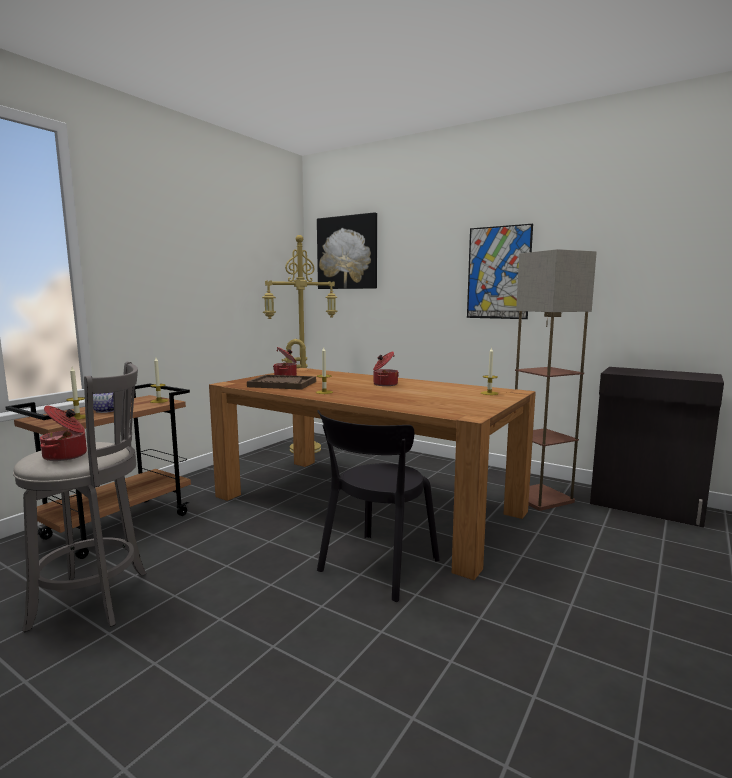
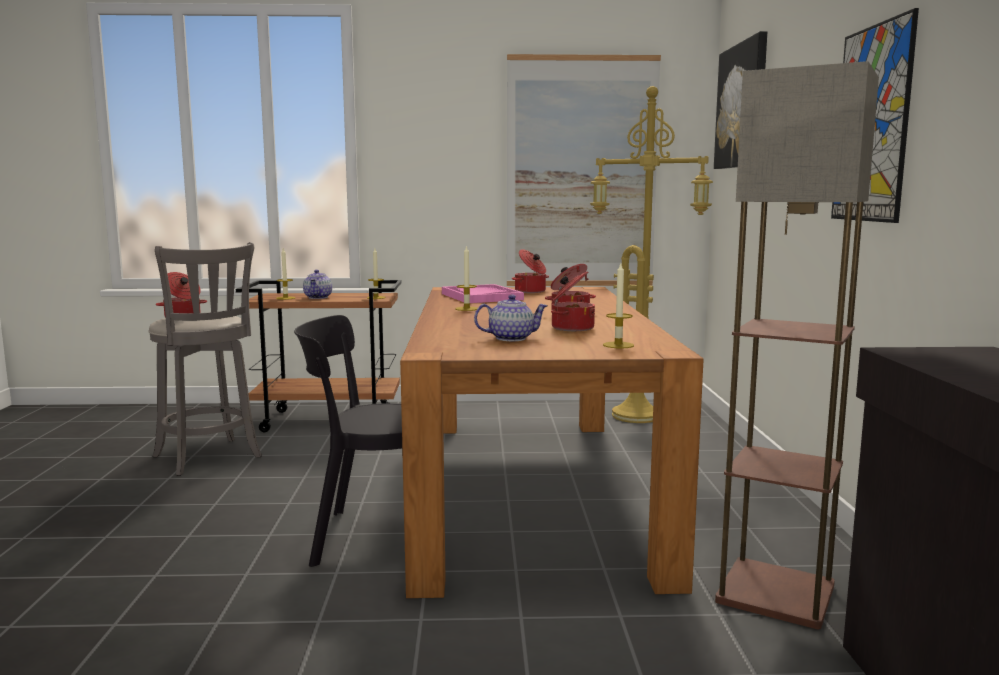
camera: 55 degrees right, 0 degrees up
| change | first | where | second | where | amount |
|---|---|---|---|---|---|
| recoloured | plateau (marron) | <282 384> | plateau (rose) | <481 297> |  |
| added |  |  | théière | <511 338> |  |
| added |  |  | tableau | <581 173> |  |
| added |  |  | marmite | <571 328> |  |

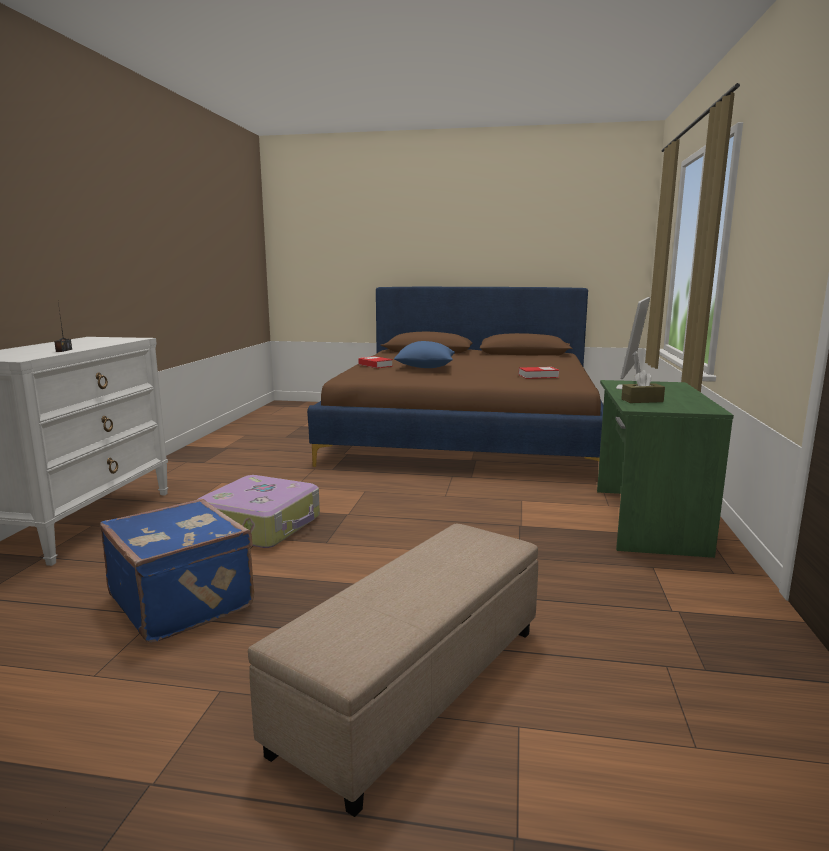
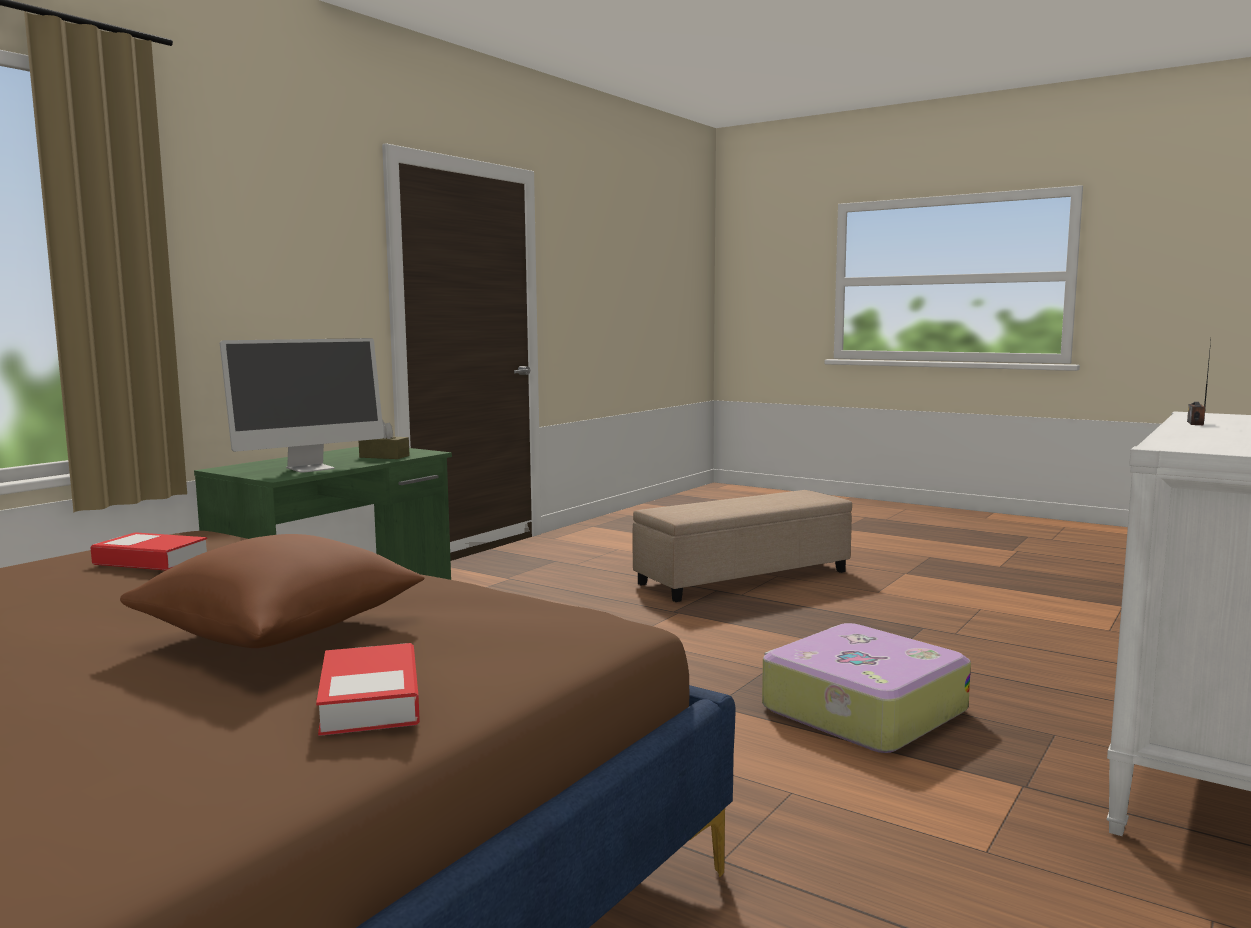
camera: 155 degrees left, 5 degrees down
| change | first | where | second | where | amount |
|---|---|---|---|---|---|
| recoloured | coussin (bleu) | <425 367> | coussin (marron) | <280 632> |  |
| removed | valise (bleu) | <183 600> |  |  |  |

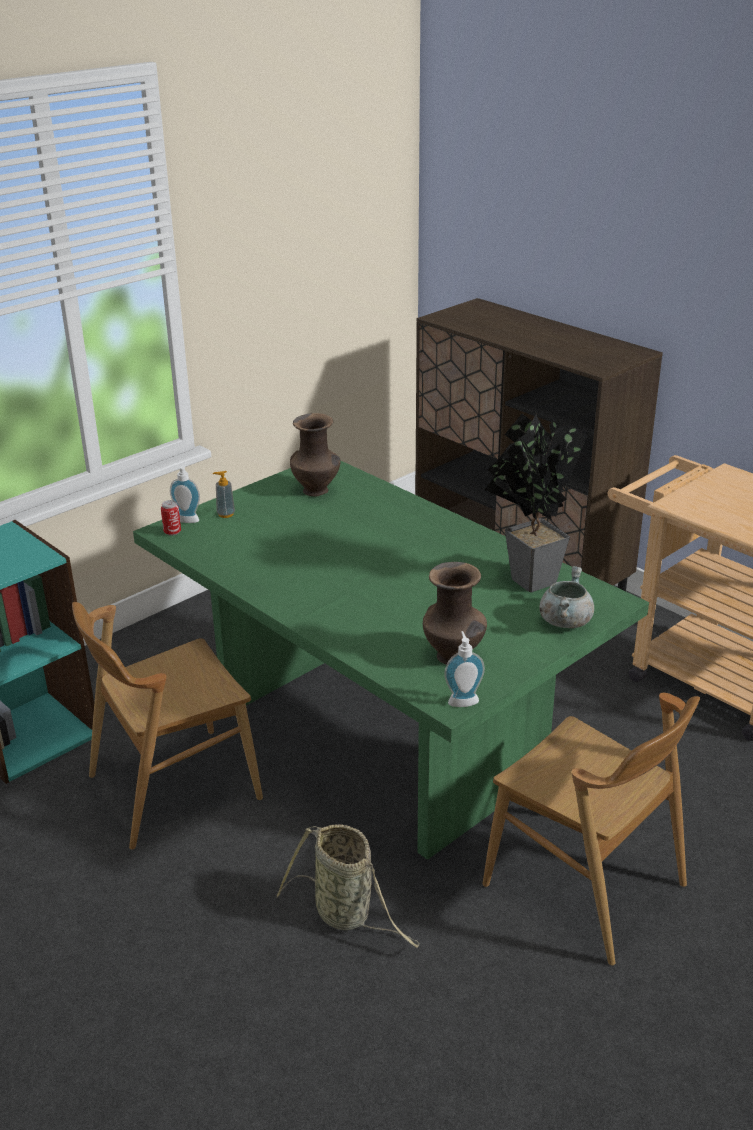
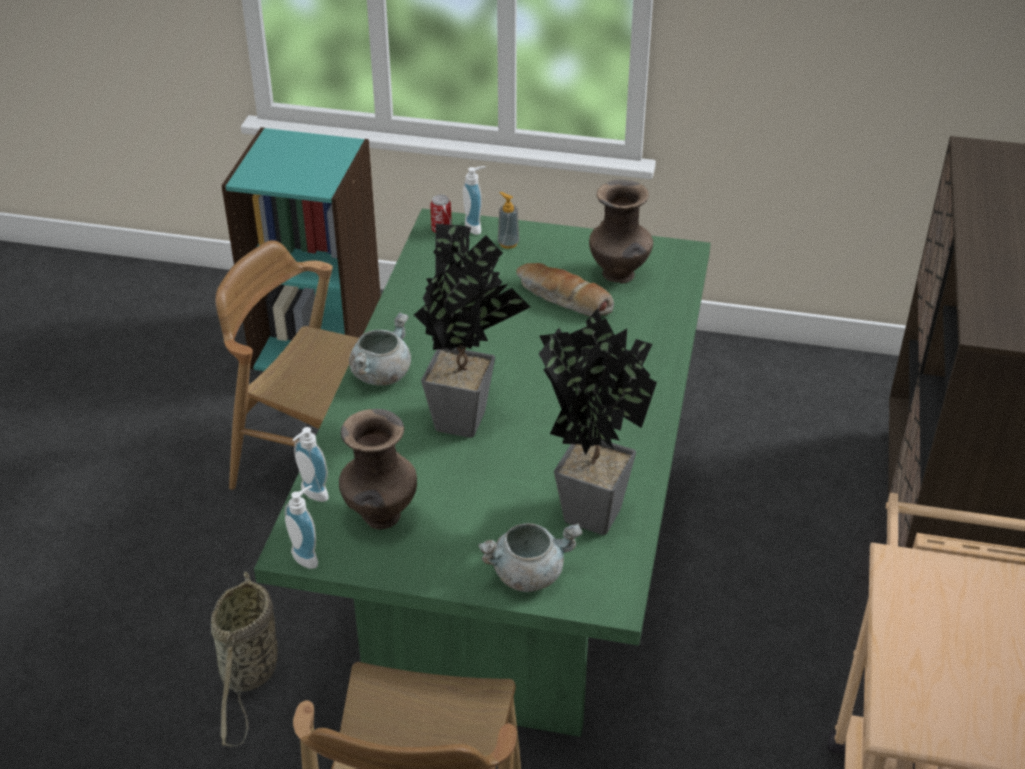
camera: 55 degrees right, 10 degrees up
| change | first | where | second | where | amount |
|---|---|---|---|---|---|
| added |  |  | distributeur de savon | <311 495> |  |
| added |  |  | marmite (gris) | <381 374> |  |
| added |  |  | plante en pot | <467 415> |  |
| added |  |  | pain | <563 299> |  |

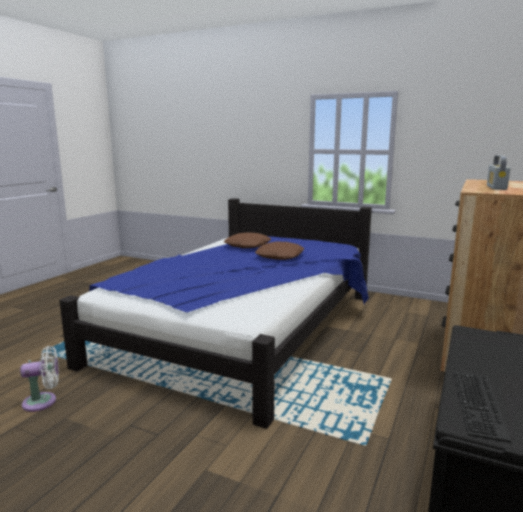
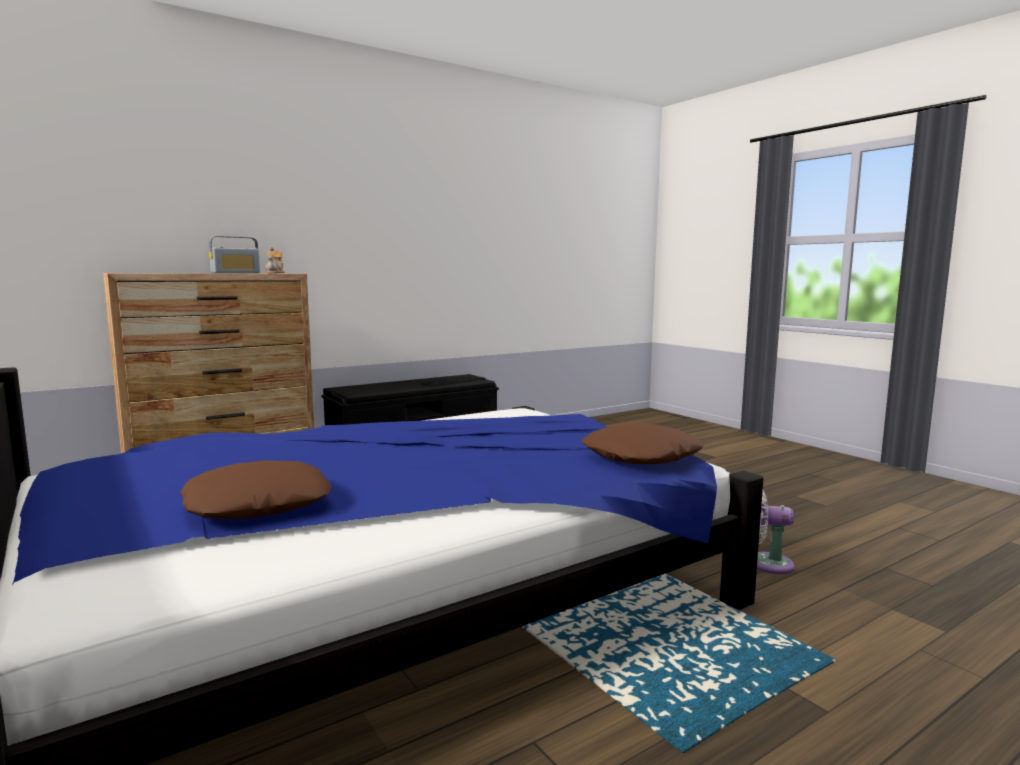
camera: 150 degrees left, 5 degrees down
| change | first | where | second | where | amount |
|---|---|---|---|---|---|
| added |  |  | théière | <275 273> |  |
| moved | coussin (marron) | <280 256> |  | <640 456> |  |

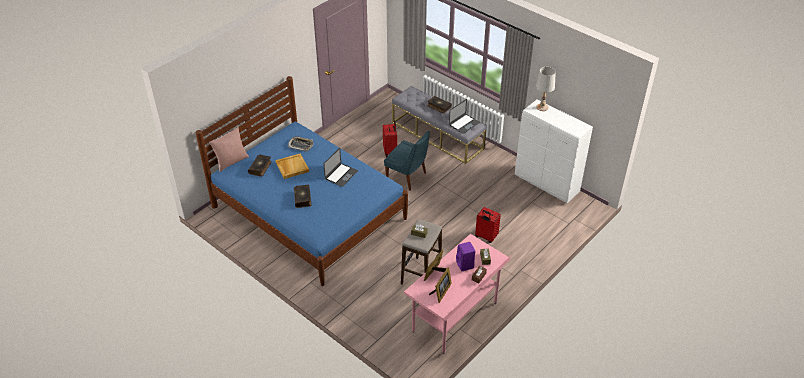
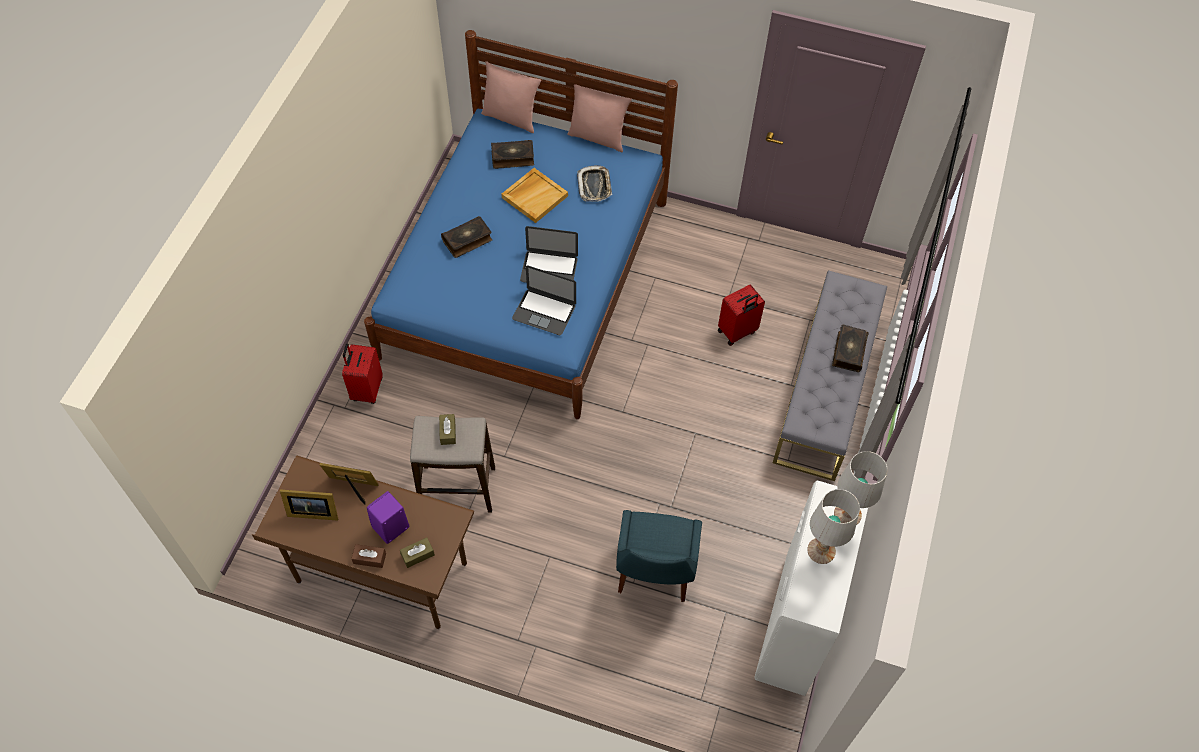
camera: 65 degrees right, 15 degrees up
| change | first | where | second | where | amount |
|---|---|---|---|---|---|
| recoloured | bureau (rose) | <455 317> | bureau (marron) | <382 574> |  |
| moved | valise (rouge) | <486 237> |  | <366 390> |  |
| moved | ordinateur portable | <464 124> |  | <544 312> |  |
| added |  |  | coussin (rose) | <598 137> |  |
| moved | chaise (bleu) | <407 177> |  | <654 573> |  |
| added |  |  | lampe de table (blanc) | <820 550> |  |

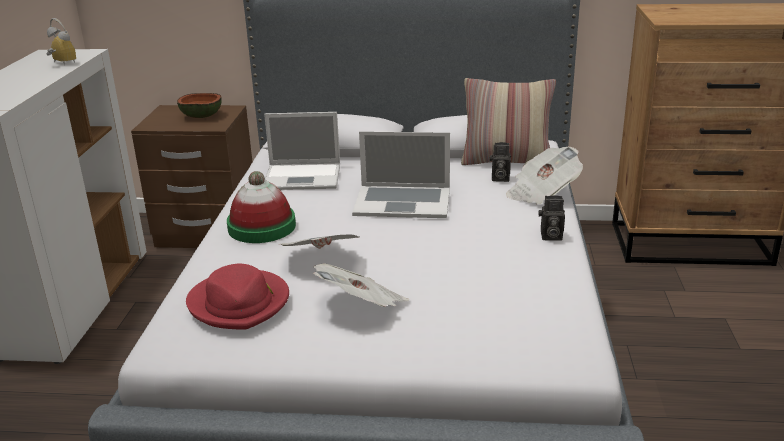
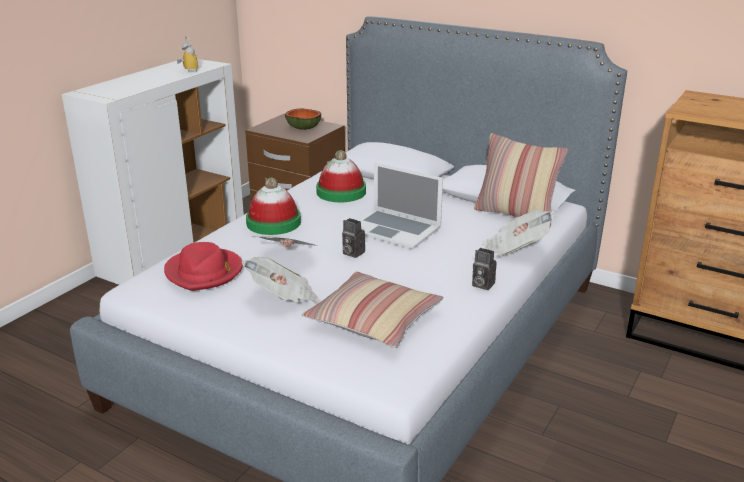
camera: 25 degrees right, 0 degrees up
| change | first | where | second | where | amount |
|---|---|---|---|---|---|
| added |  |  | coussin | <374 320> |  |
| replaced | ordinateur portable | <304 177> | chapeau | <341 192> |  |
| moved | appareil photo | <499 178> |  | <352 253> |  |

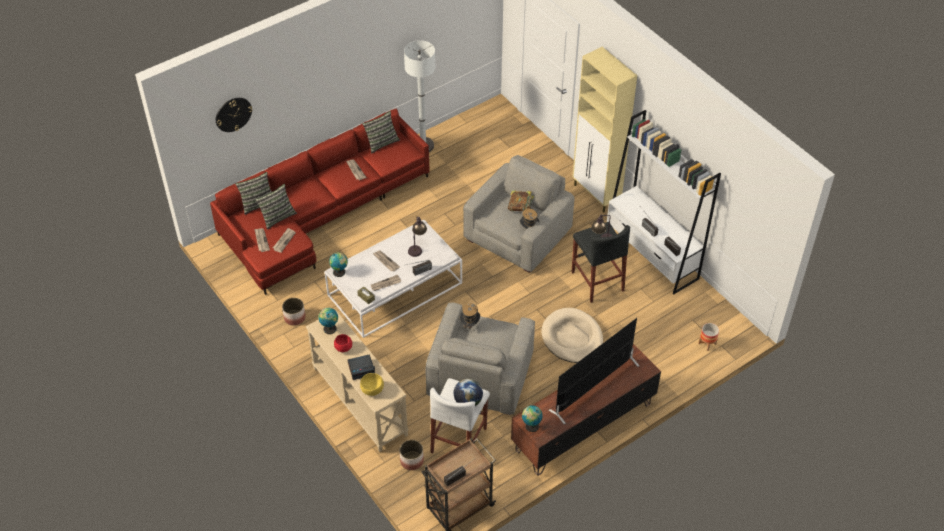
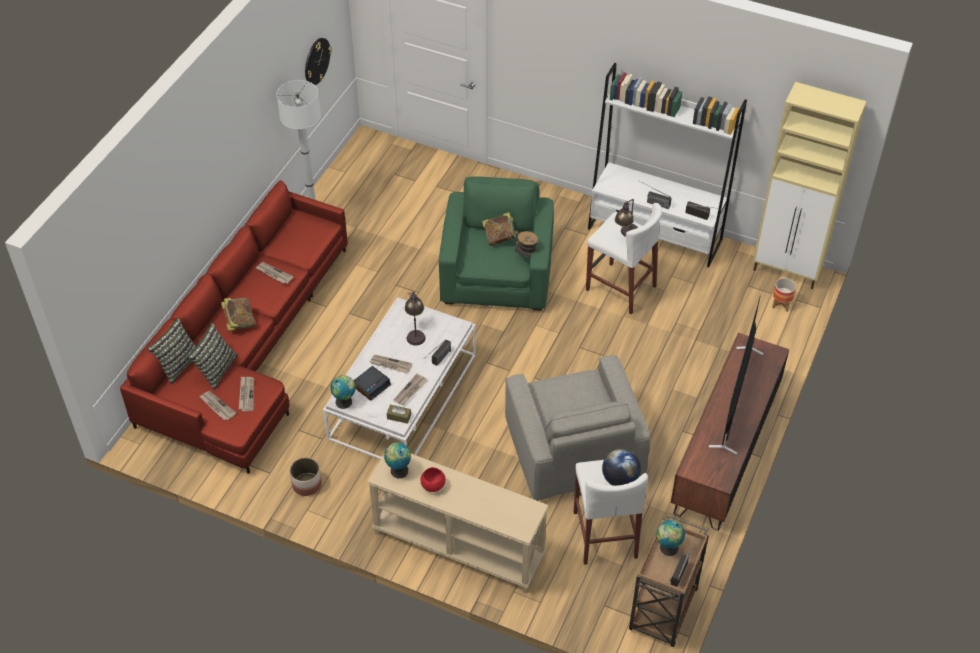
camera: 30 degrees left, 0 degrees up
| change | first | where | second | where | amount |
|---|---|---|---|---|---|
| added |  |  | livre | <239 322> |  |
| moved | horloge murale | <233 114> |  | <316 61> |  |
| moved | réveil | <361 368> |  | <371 385> |  |
| recoloured | fauteuil (gris) | <517 235> | fauteuil (vert) | <497 274> |  |
| recoloured | tabouret (noir) | <597 281> | tabouret (blanc) | <620 288> |  |
| moved | globe | <531 426> |  | <667 548> |  |
| moved | meuble de rangement (beige) | <596 195> |  | <787 271> |  |
| removed | bol (jaune) | <372 389> |  |  |  |
| removed | coussin | <381 142> |  |  |  |
| removed | cache-pot | <411 460> |  |  |  |
| removed | chapeau | <470 324> |  |  |  |
| removed | panier pour chien (beige) | <572 338> |  |  |  |

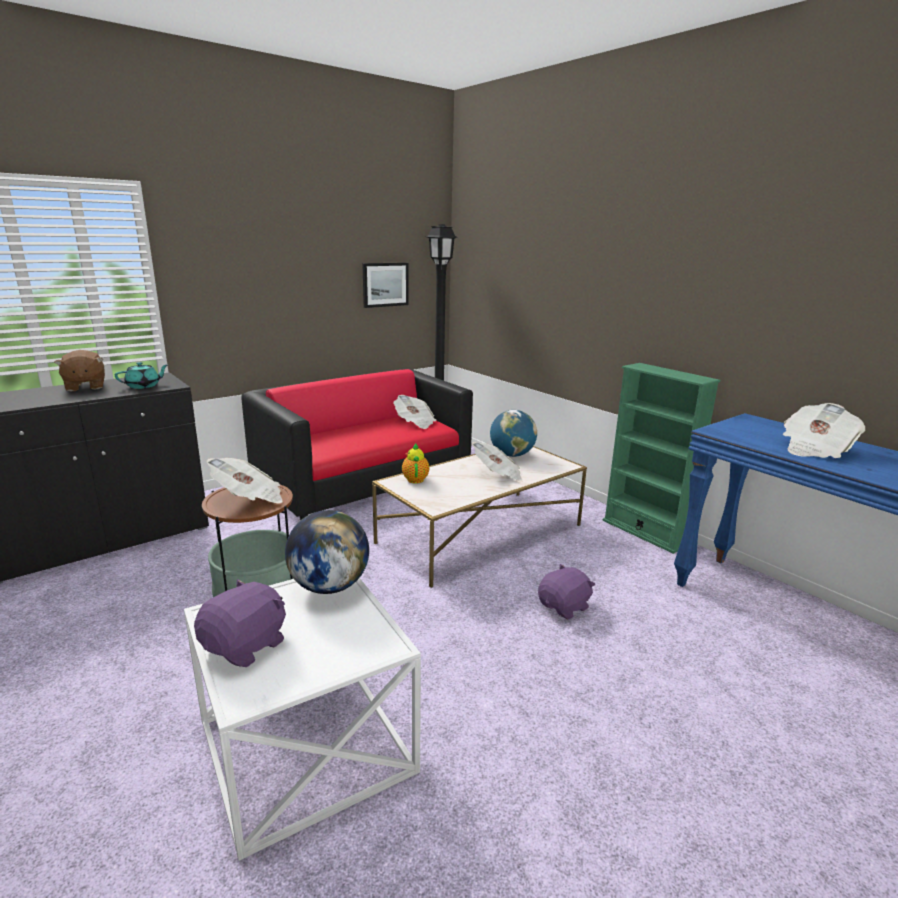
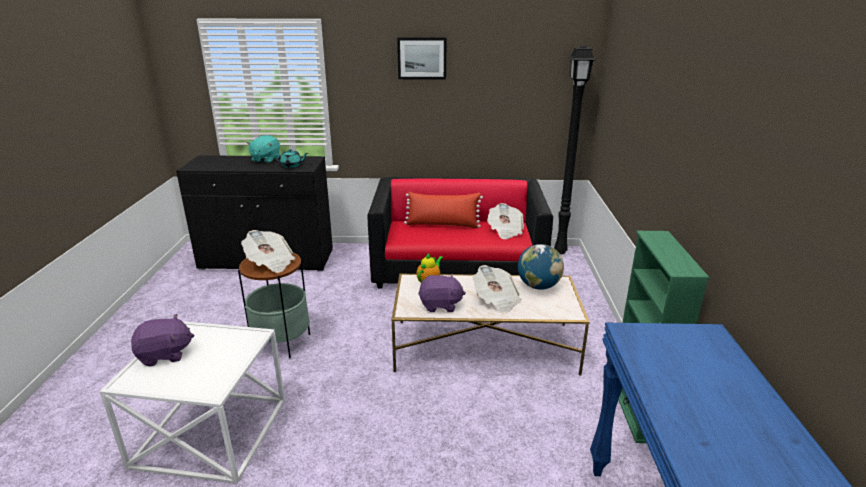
camera: 40 degrees right, 5 degrees up
| change | first | where | second | where | amount |
|---|---|---|---|---|---|
| recoloured | peluche (marron) | <85 386> | peluche (turquoise) | <265 159> |  |
| moved | tableau | <385 284> |  | <422 58> |  |
| added |  |  | coussin (rouge) | <442 225> |  |
| moved | peluche (violet) | <564 607> |  | <440 305> |  |
| removed | globe | <329 586> |  |  |  |
| removed | journal | <814 449> |  |  |  |

